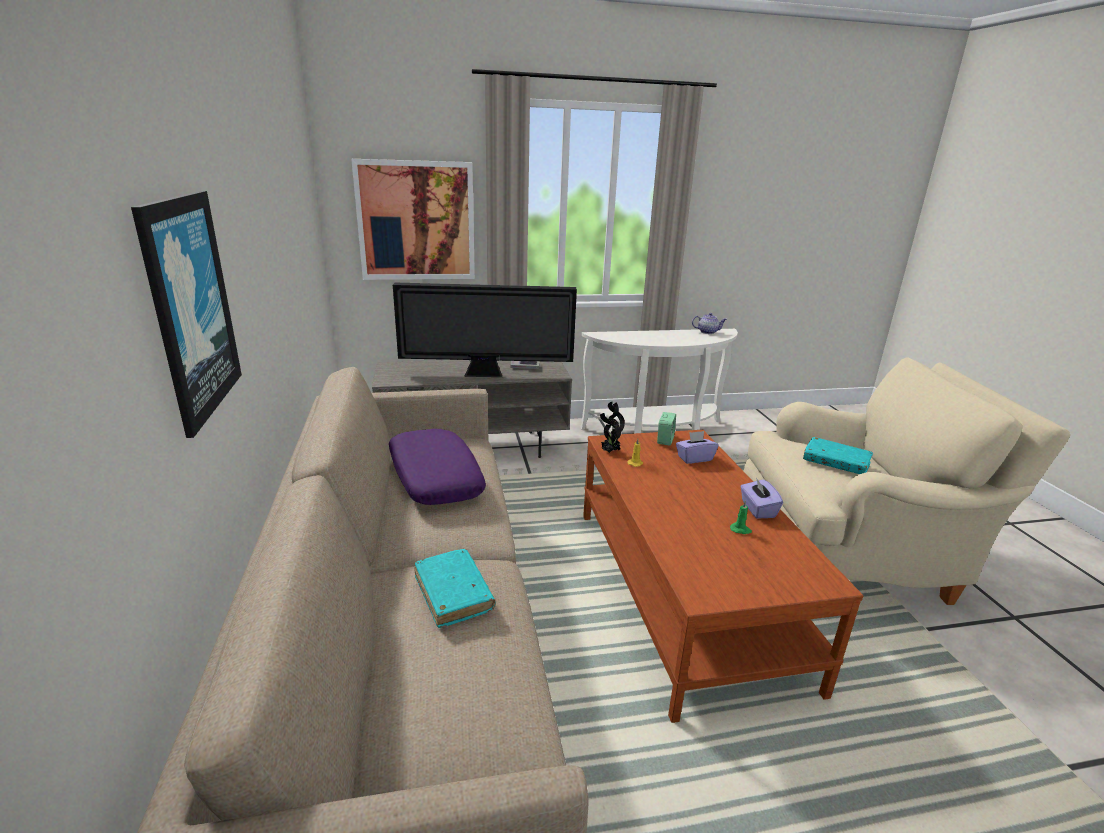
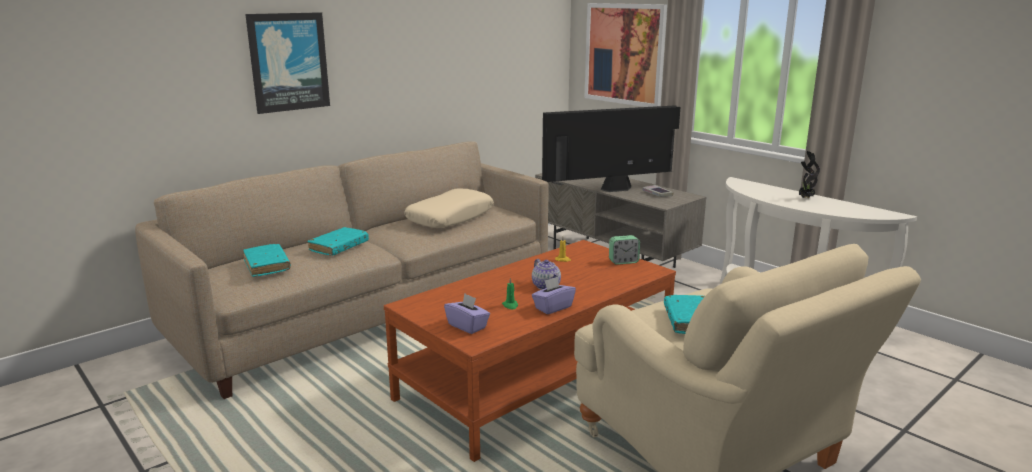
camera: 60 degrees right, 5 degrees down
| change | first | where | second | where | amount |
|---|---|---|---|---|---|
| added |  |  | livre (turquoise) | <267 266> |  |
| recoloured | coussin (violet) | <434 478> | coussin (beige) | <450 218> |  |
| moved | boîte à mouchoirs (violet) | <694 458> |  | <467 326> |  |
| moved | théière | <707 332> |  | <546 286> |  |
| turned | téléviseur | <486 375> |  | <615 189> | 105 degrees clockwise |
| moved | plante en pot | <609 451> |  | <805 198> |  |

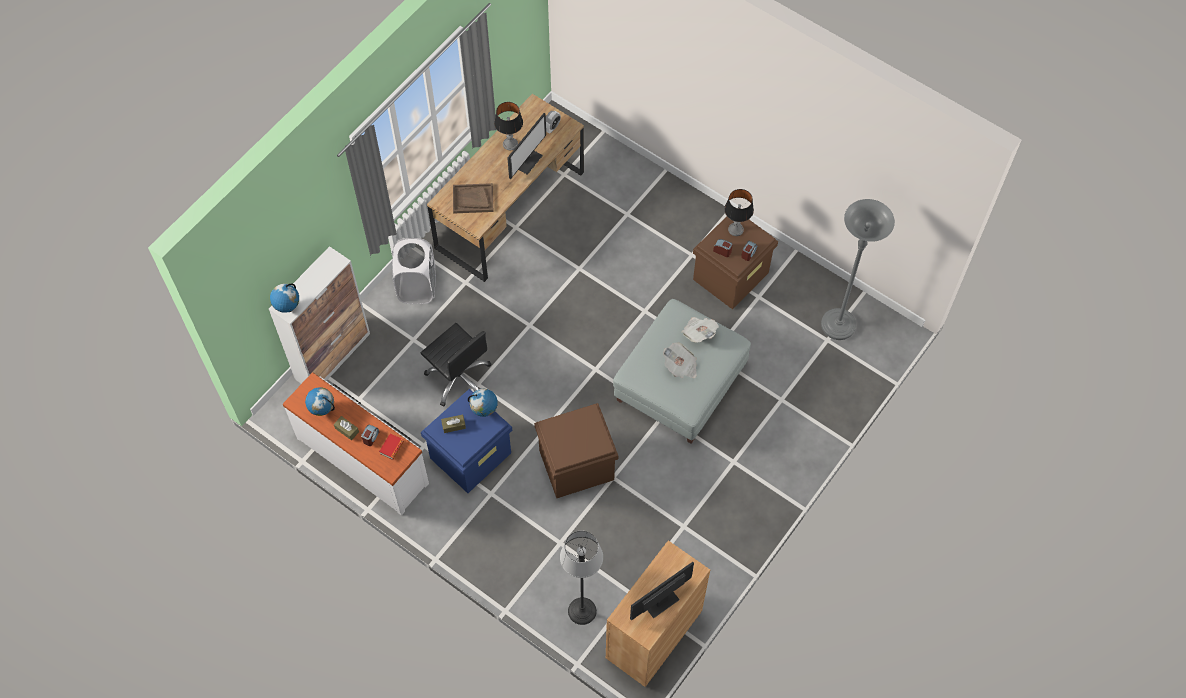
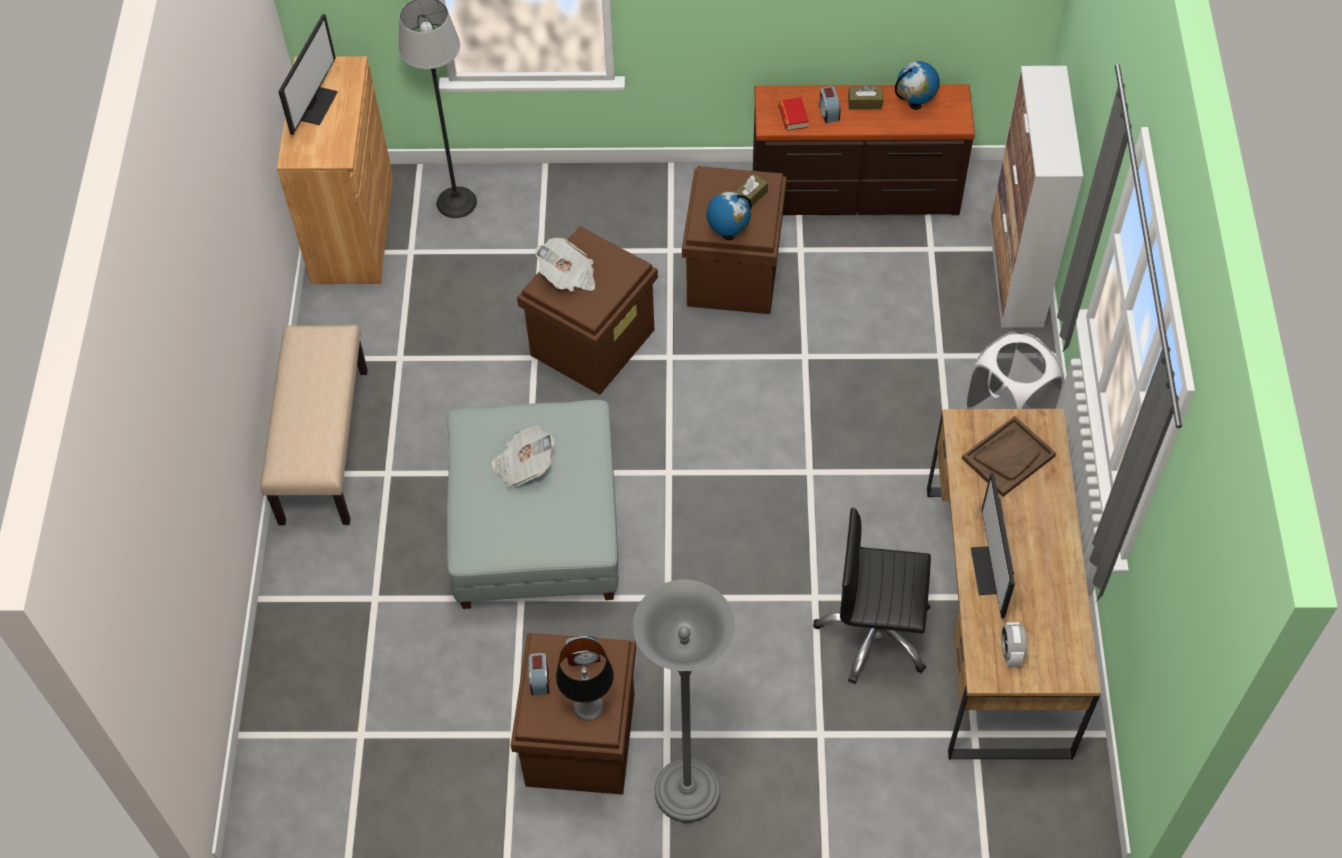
camera: 145 degrees right, 5 degrees down
| change | first | where | second | where | amount |
|---|---|---|---|---|---|
| added |  |  | banc (beige) | <323 445> |  |
| moved | journal | <699 333> |  | <568 276> |  |
| moved | lampadaire (gris) | <838 325> |  | <687 792> |  |
| recoloured | boîte de rangement (bleu) | <471 455> | boîte de rangement (marron) | <734 274> |  |
| recoloured | commode (blanc) | <363 459> | commode (marron) | <855 193> |  |
| moved | chaise de bureau (noir) | <459 378> |  | <874 633> |  |
| removed | globe | <288 308> |  |  |  |
| removed | lampe de table | <510 144> |  |  |  |

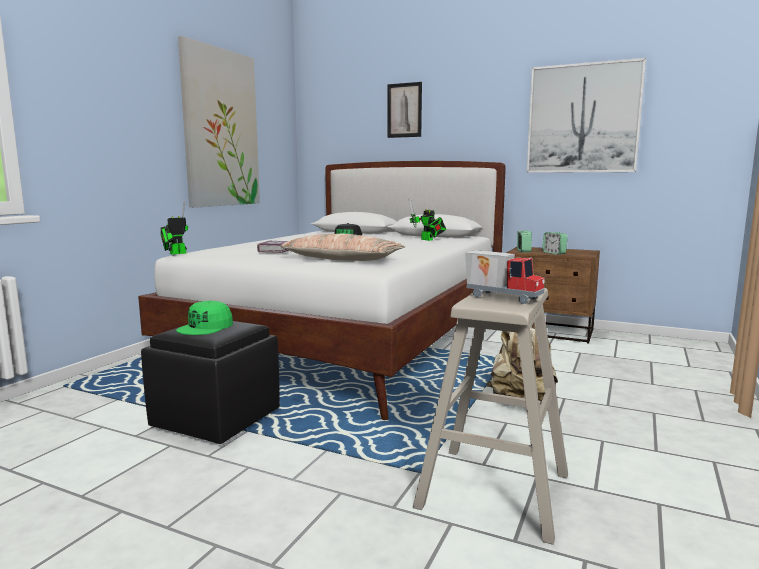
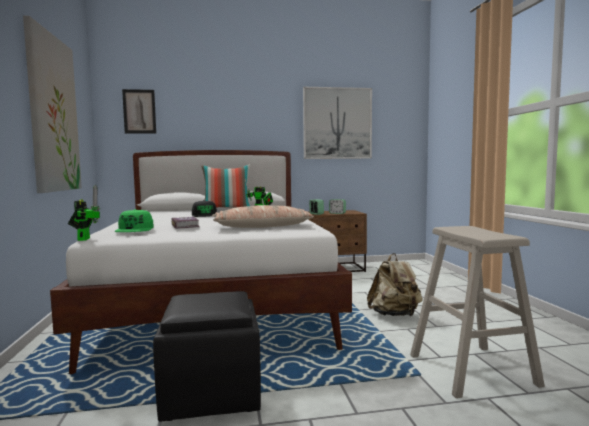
camera: 35 degrees left, 5 degrees down
| change | first | where | second | where | amount |
|---|---|---|---|---|---|
| turned | robot jouet | <175 253> |  | <84 238> | 150 degrees clockwise |
| moved | casquette (vert) | <206 327> |  | <135 229> |  |
| moved | tableau | <404 110> |  | <139 111> |  |
| added |  |  | coussin | <227 209> |  |
| removed | camion jouet | <503 297> |  |  |  |

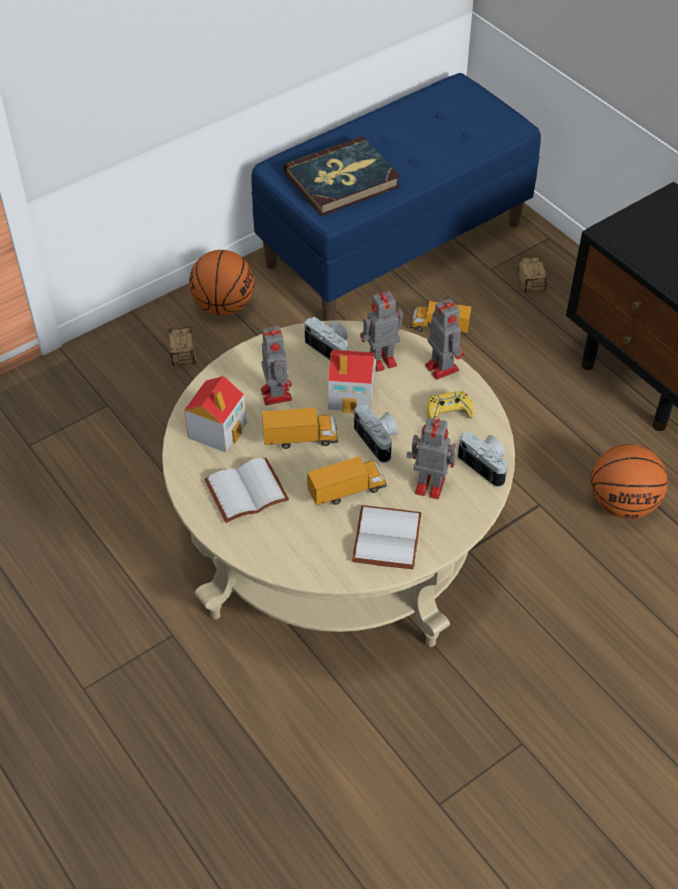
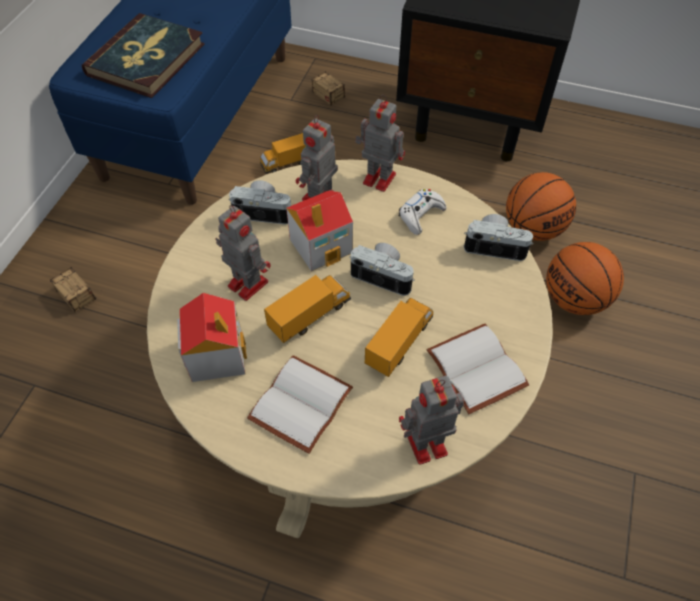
camera: 35 degrees left, 5 degrees up
| change | first | where | second | where | amount |
|---|---|---|---|---|---|
| recoloured | manette (jaune) | <448 412> | manette (blanc) | <420 215> |  |
| moved | robot jouet | <428 485> |  | <424 444> |  |
| moved | ballon de basket | <224 306> |  | <574 299> |  |

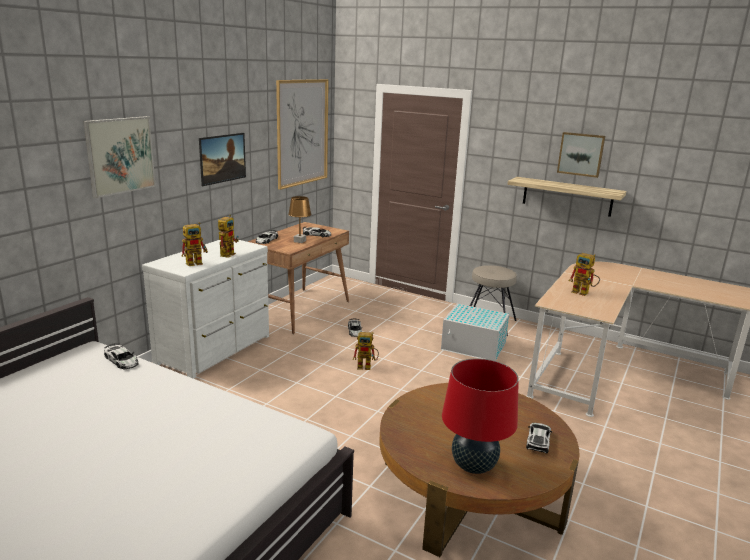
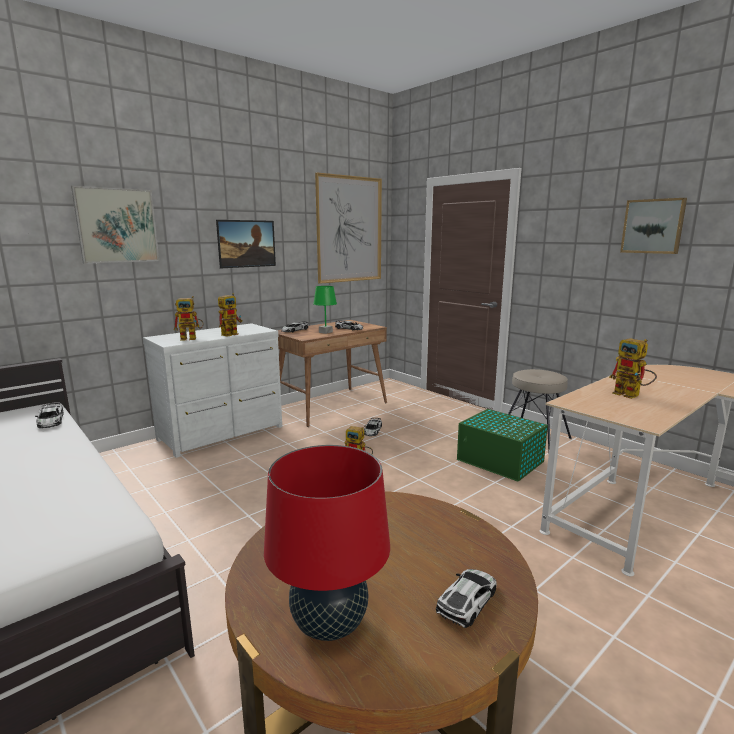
camera: 20 degrees right, 5 degrees down
| change | first | where | second | where | amount |
|---|---|---|---|---|---|
| recoloured | lampe de table (marron) | <299 241> | lampe de table (vert) | <325 332> |  |
| recoloured | boîte de rangement (blanc) | <474 347> | boîte de rangement (vert) | <501 461> |  |
| removed | étagère | <567 196> |  |  |  |

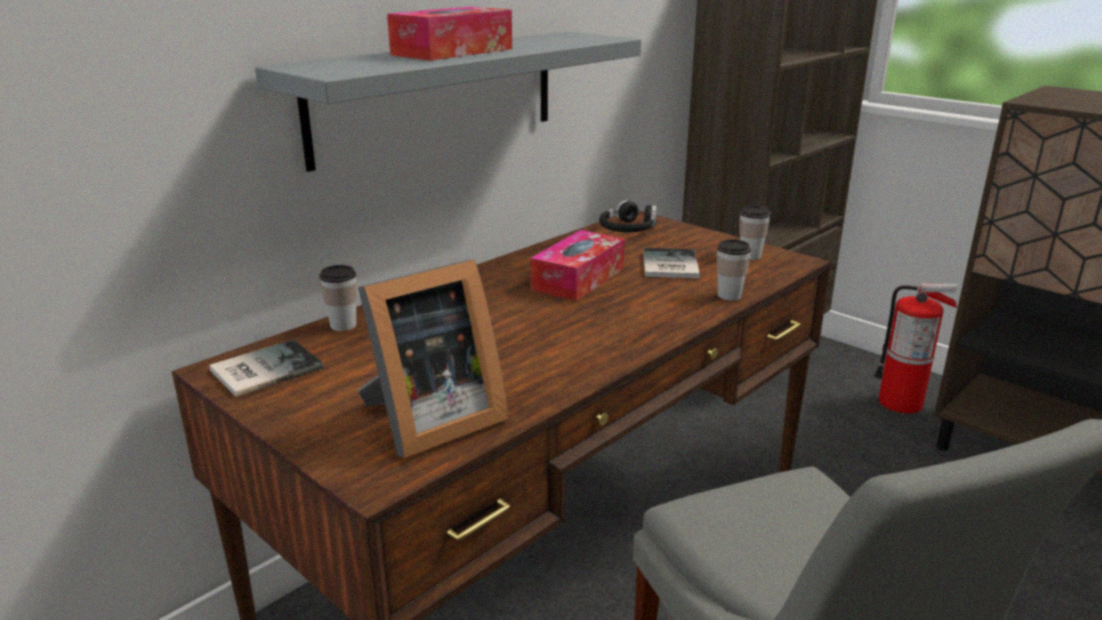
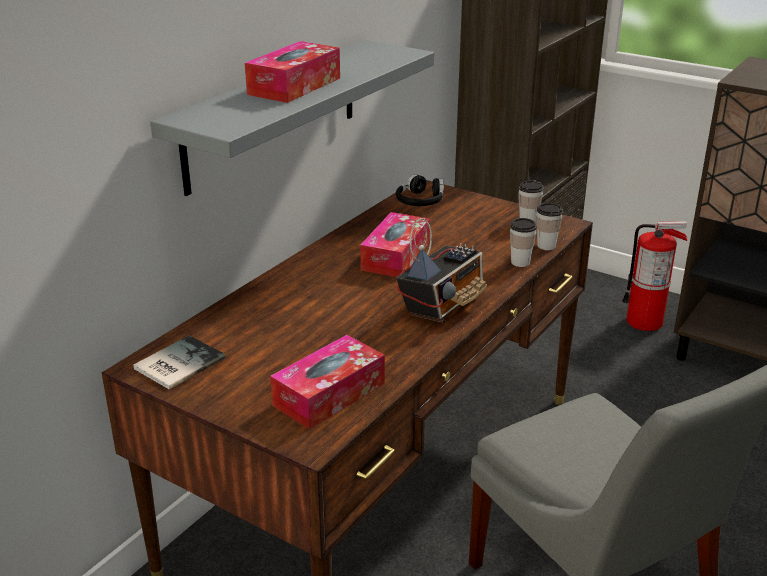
camera: 10 degrees left, 5 degrees up
| change | first | where | second | where | amount |
|---|---|---|---|---|---|
| replaced | cadre photo | <429 421> | boîte à mouchoirs | <329 394> |  |
| added |  |  | radio | <443 306> |  |
| moved | tasse | <343 325> |  | <546 246> |  |
| removed | livre | <668 265> |  |  |  |

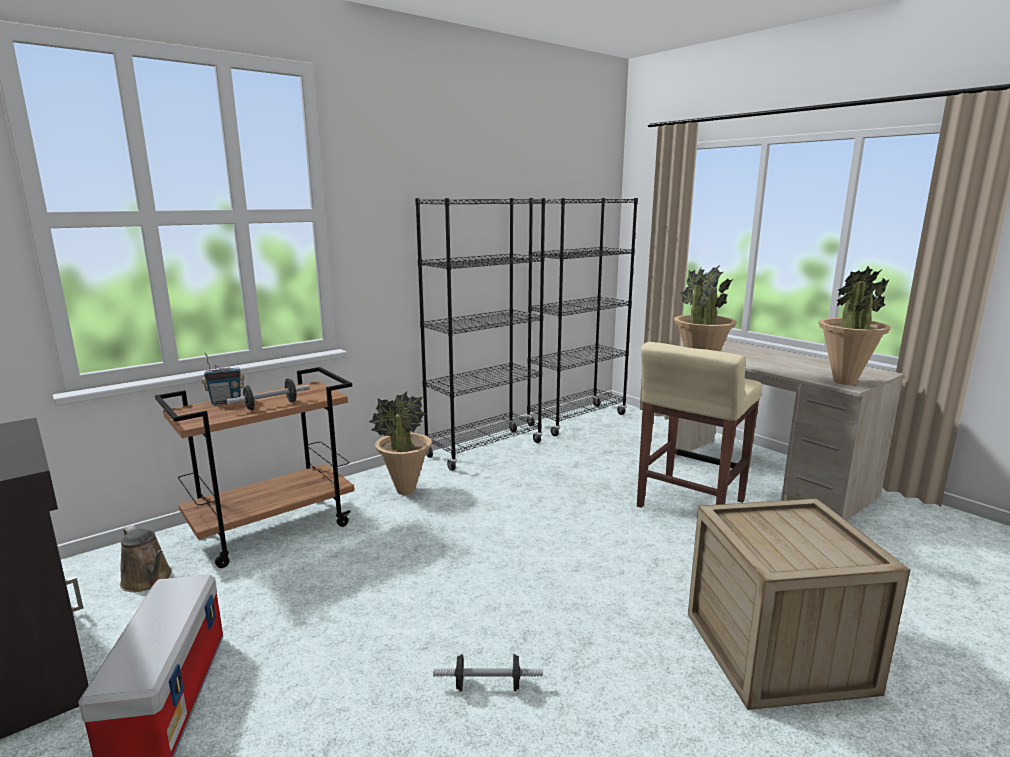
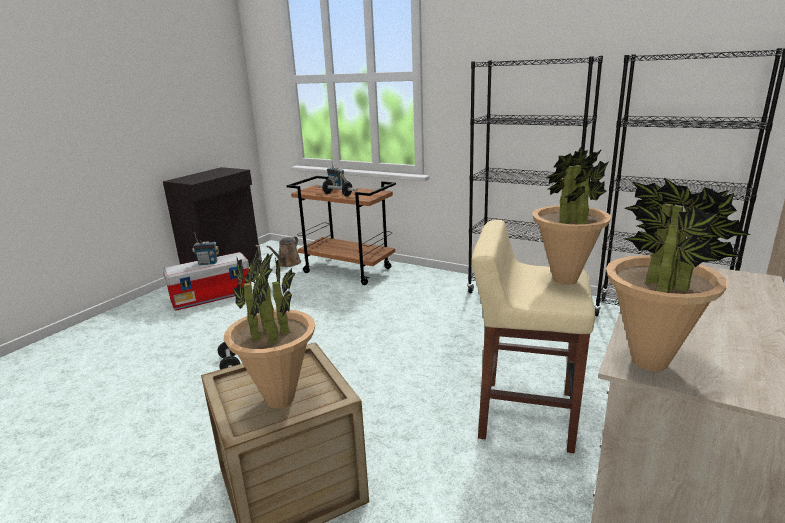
camera: 70 degrees right, 5 degrees up
| change | first | where | second | where | amount |
|---|---|---|---|---|---|
| added |  |  | radio | <208 263> |  |
| moved | plante en pot | <405 491> |  | <279 399> |  |

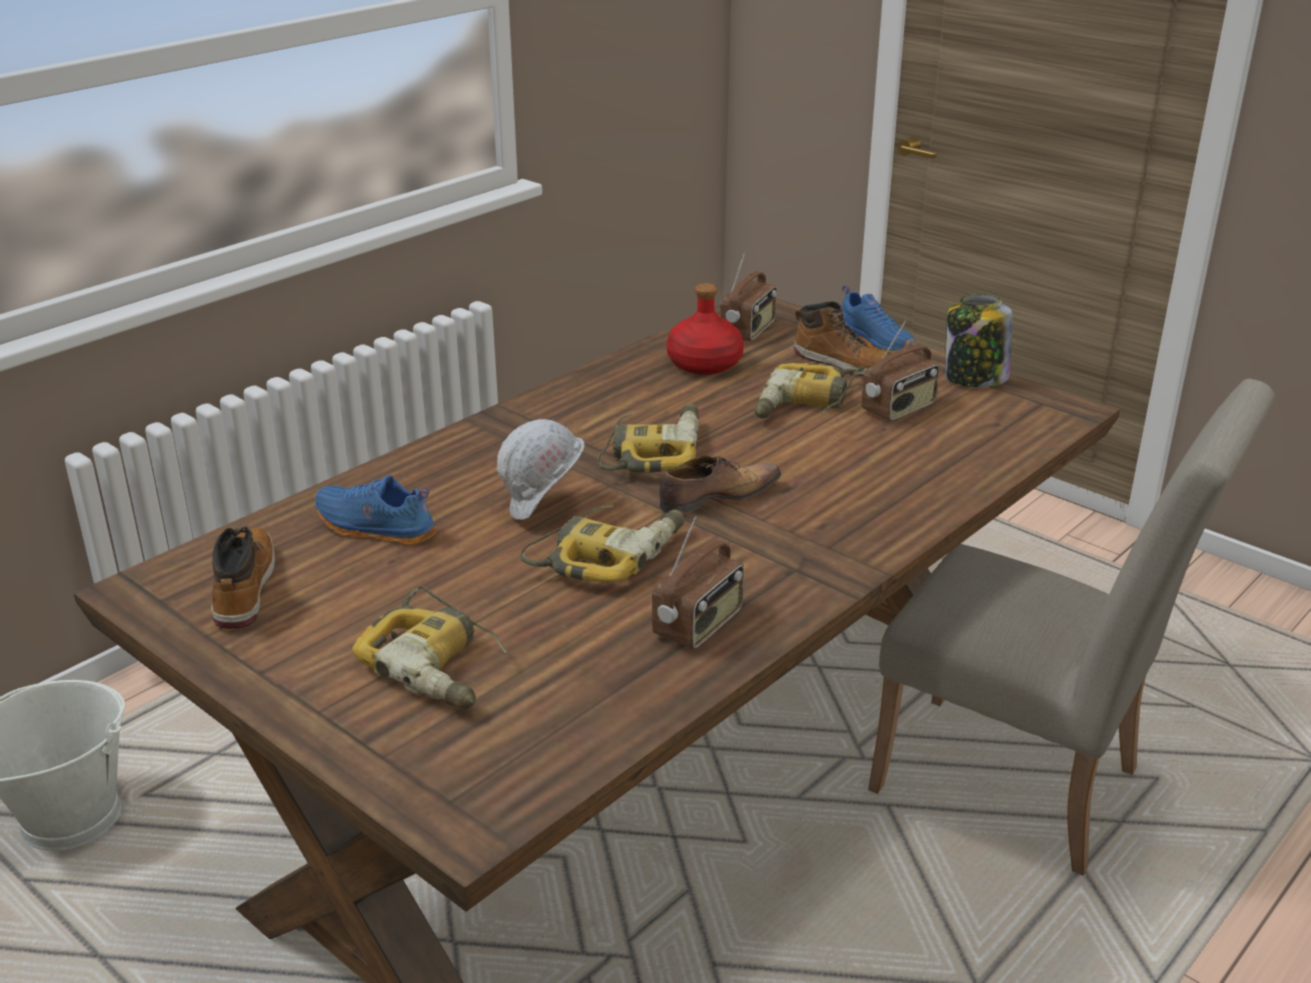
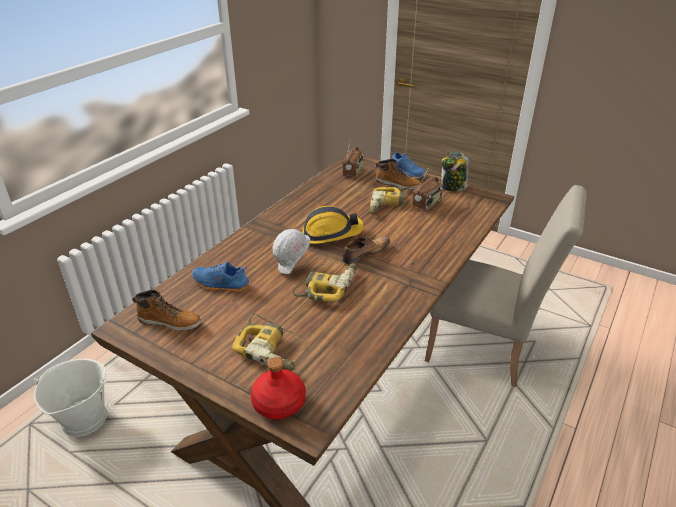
camera: 10 degrees left, 5 degrees up
| change | first | where | second | where | amount |
|---|---|---|---|---|---|
| turned | botte | <243 588> |  | <170 321> | 120 degrees clockwise |
| moved | bouteille (rouge) | <704 364> |  | <279 404> |  |
| replaced | perceuse | <652 451> | casque de chantier | <331 234> |  |
| removed | radio | <699 625> |  |  |  |

